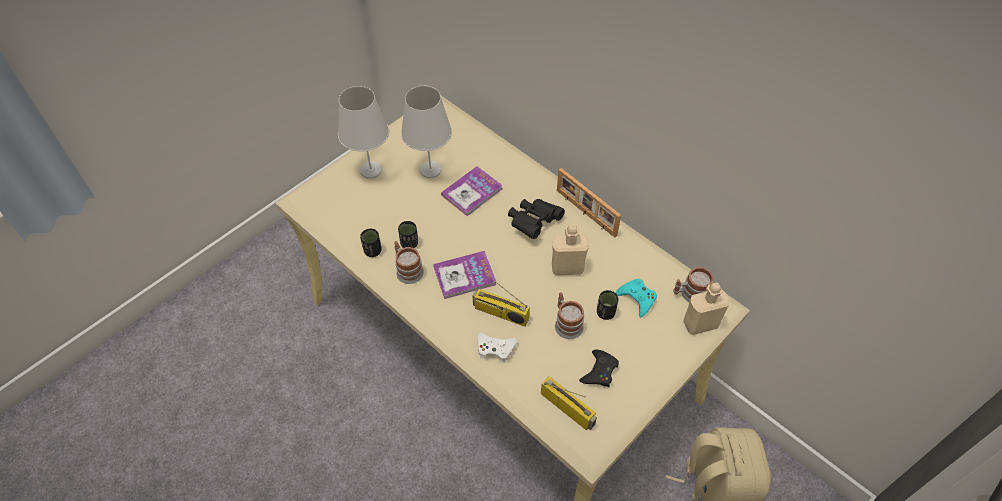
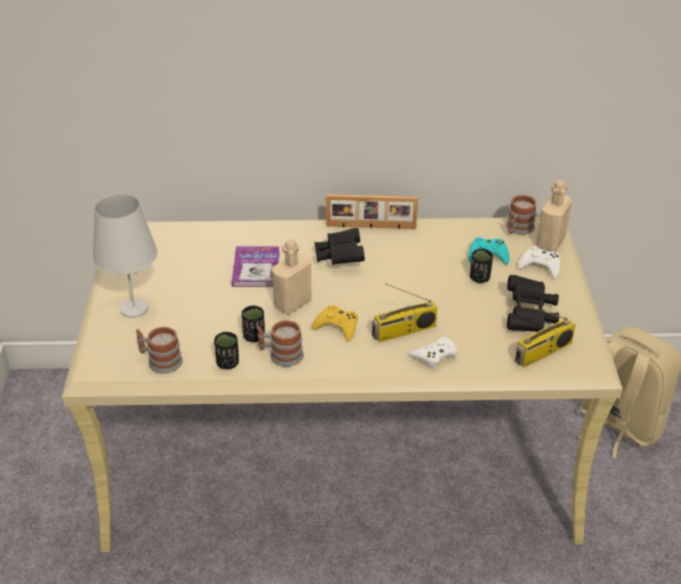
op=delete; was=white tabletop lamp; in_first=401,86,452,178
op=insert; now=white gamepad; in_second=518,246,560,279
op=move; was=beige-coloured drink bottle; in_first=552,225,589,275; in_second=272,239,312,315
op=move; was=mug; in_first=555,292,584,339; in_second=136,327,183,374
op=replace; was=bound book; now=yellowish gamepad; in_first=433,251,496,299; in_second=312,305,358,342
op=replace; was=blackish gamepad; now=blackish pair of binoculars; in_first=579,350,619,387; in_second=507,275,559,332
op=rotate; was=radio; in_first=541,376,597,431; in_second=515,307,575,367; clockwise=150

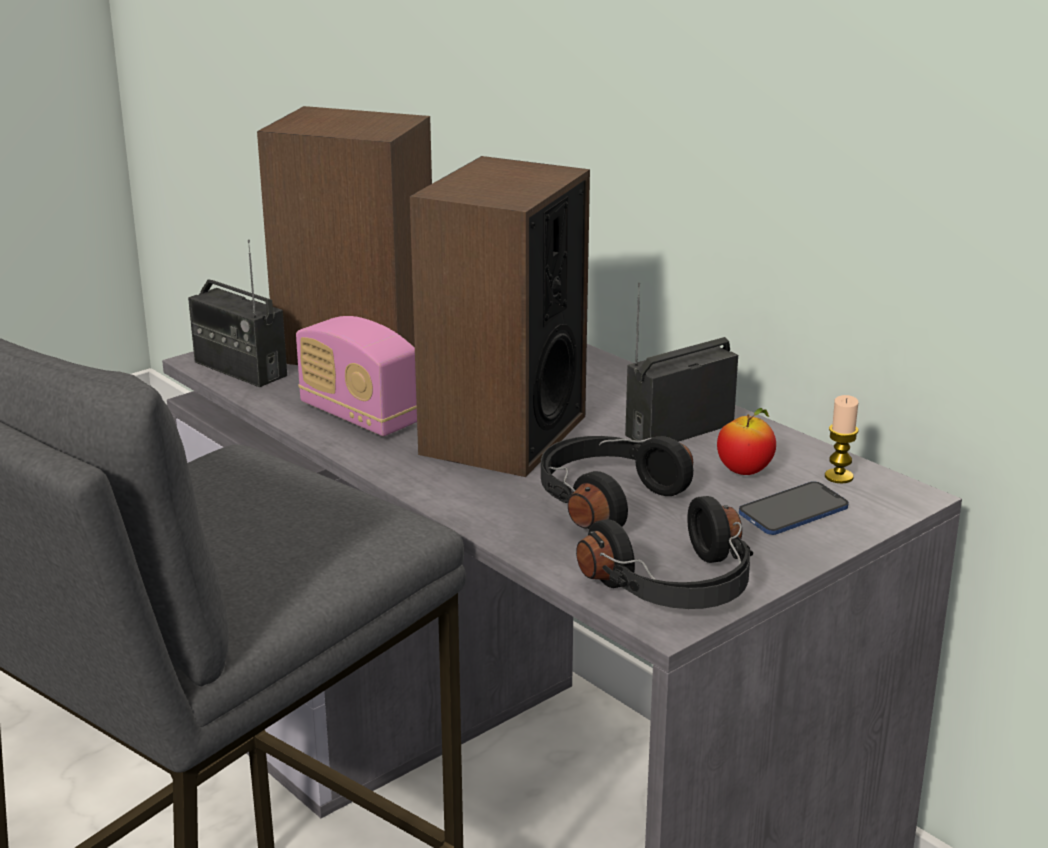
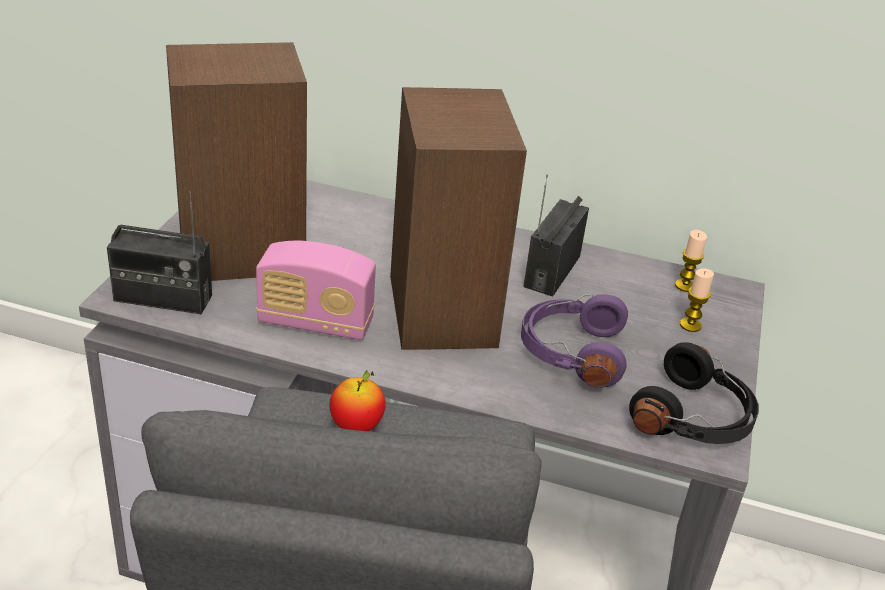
op=move; was=whole apple; in_first=717,408,776,475; in_second=330,370,386,431
op=replace; was=telephone; now=candle; in_first=739,481,849,535; in_second=680,268,714,332
op=recolor; was=blackish pair of headphones; now=purple-coloured pair of headphones; in_first=541,436,693,529; in_second=521,294,628,388

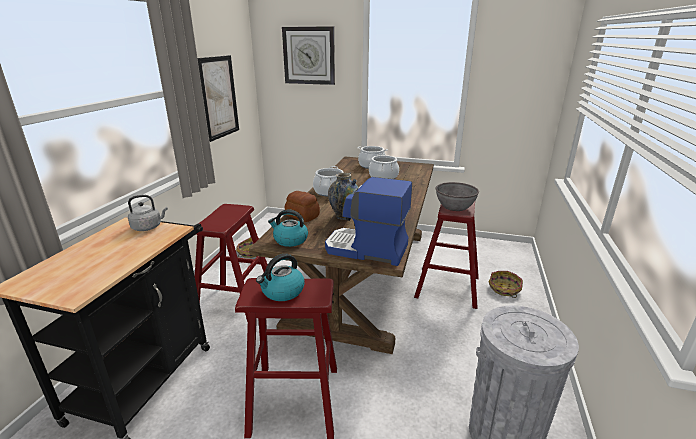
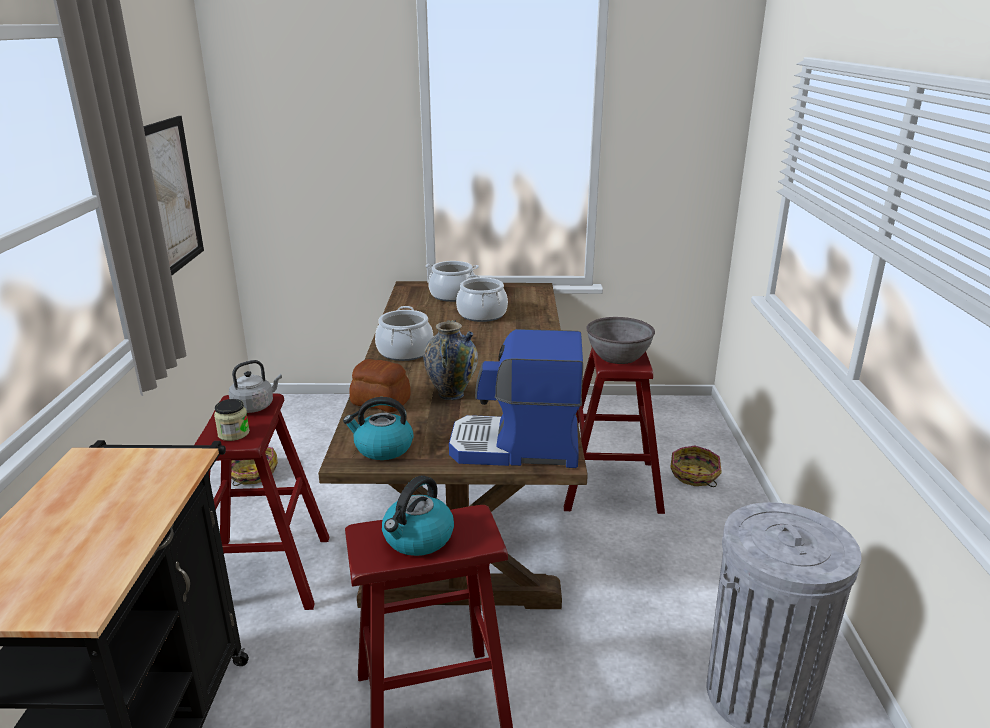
op=delete; was=wall clock; in_first=282,26,335,85
op=insert; now=storage jar; in_second=214,399,250,441
op=move; was=gray kettle; in_first=128,195,168,231; in_second=229,360,282,413

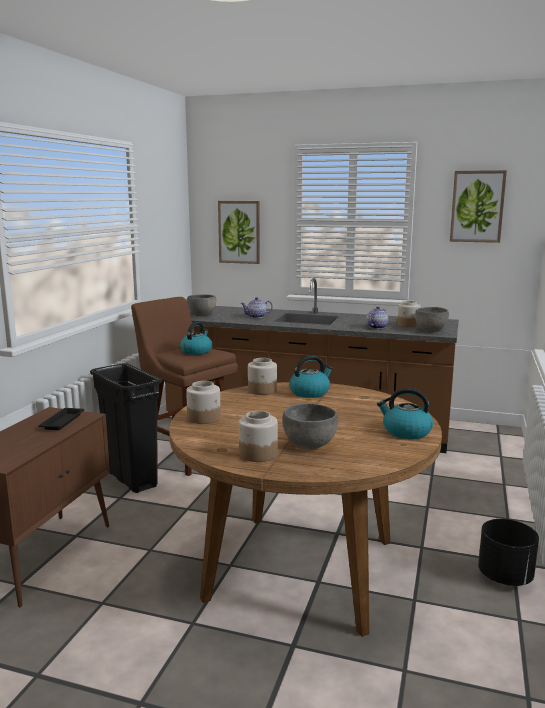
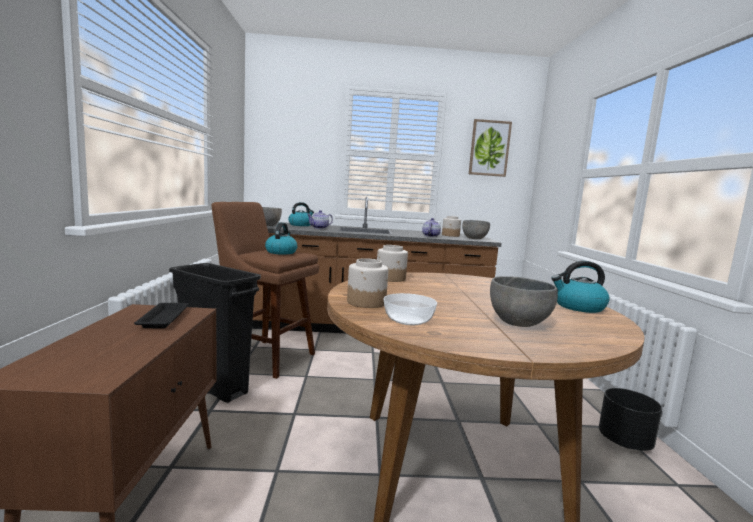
op=delete; was=wall picture; in_first=218,201,260,264
op=delete; was=storage jar; in_first=239,411,278,462
op=insert; now=bowl; in_second=384,293,437,325
op=move; was=kettle; in_first=289,355,333,398; in_second=288,202,314,226

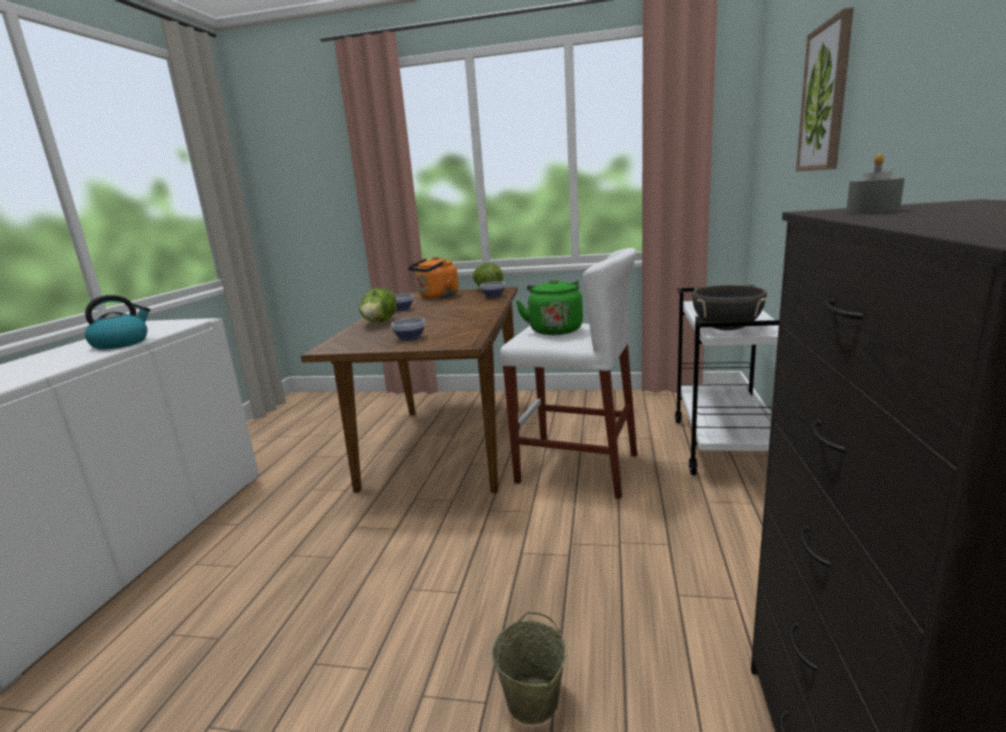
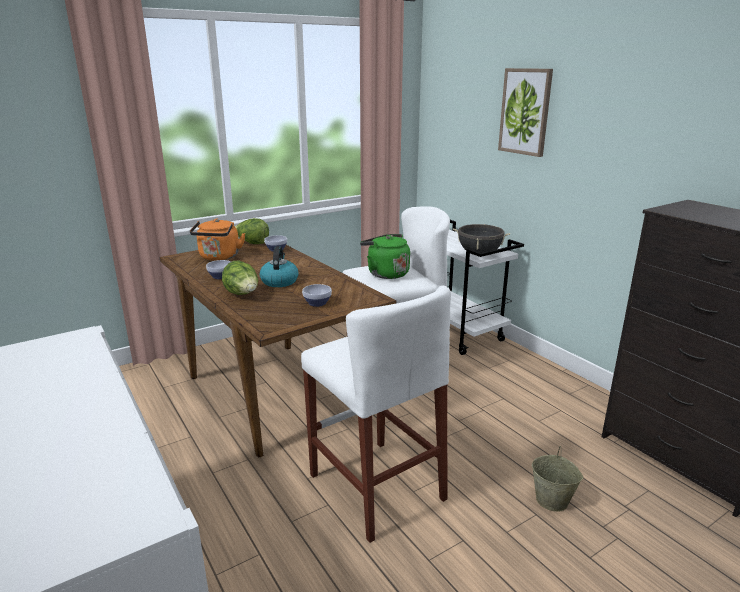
op=delete; was=gray candle; in_first=846,153,905,213
op=insert; now=white stool; in_second=301,286,451,543
op=move; was=kettle; in_first=85,295,150,350; in_second=260,246,298,287

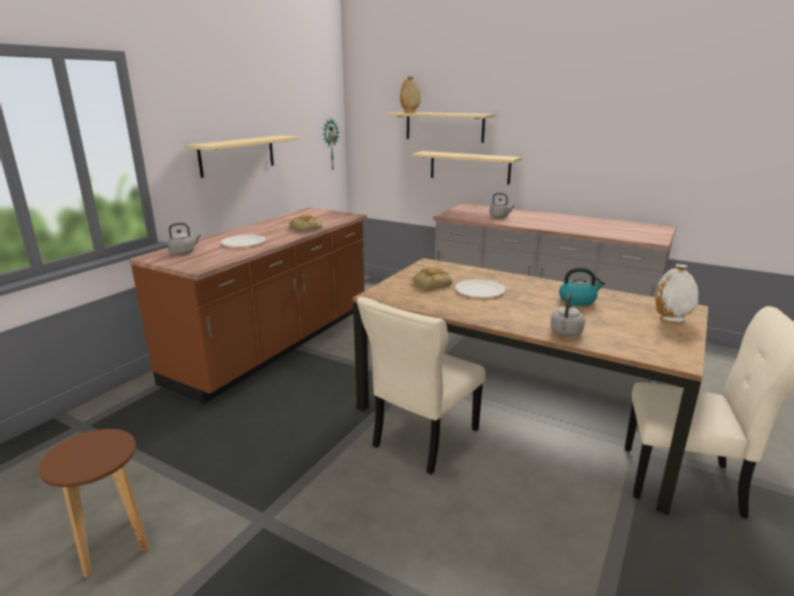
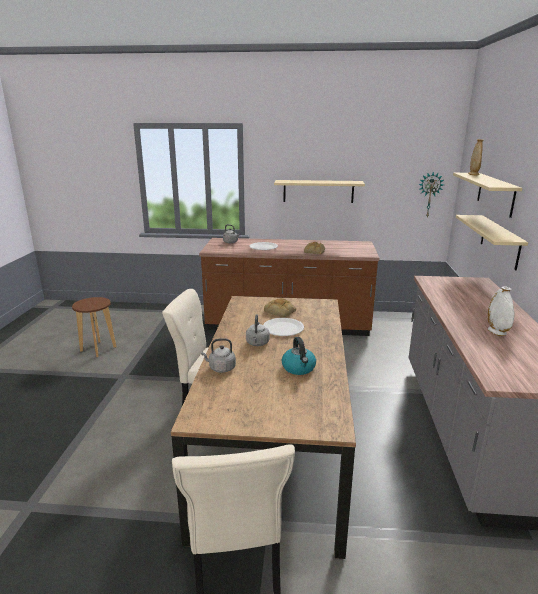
op=move; was=gray kettle; in_first=490,193,515,218; in_second=246,314,270,346
op=move; was=white vase; in_first=655,264,699,323; in_second=488,286,515,336

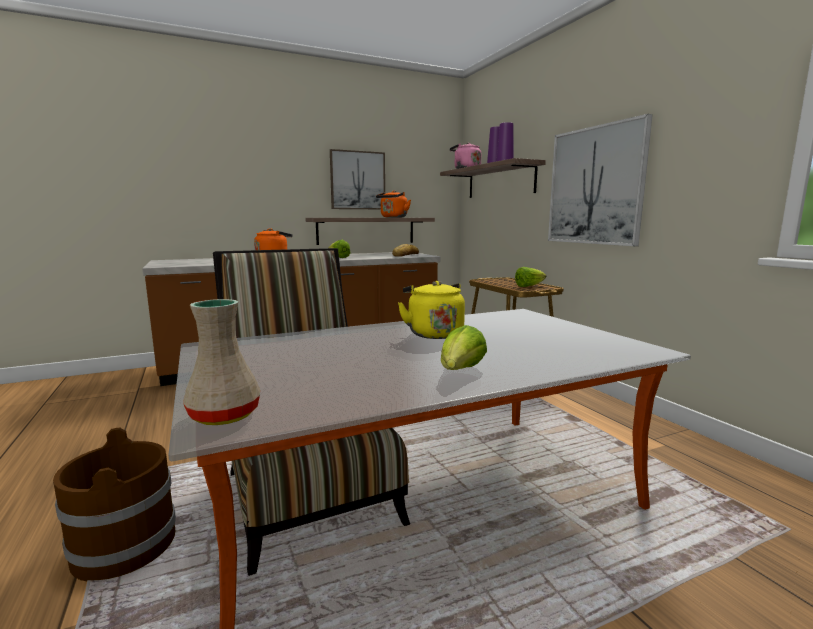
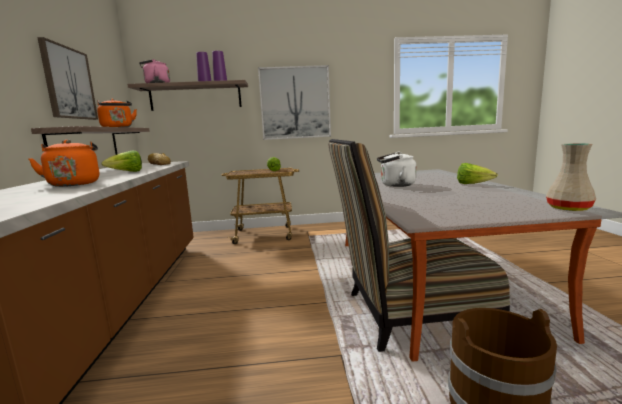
op=recolor; was=yellowish kettle; now=white kettle; in_first=398,281,465,339; in_second=377,152,416,187

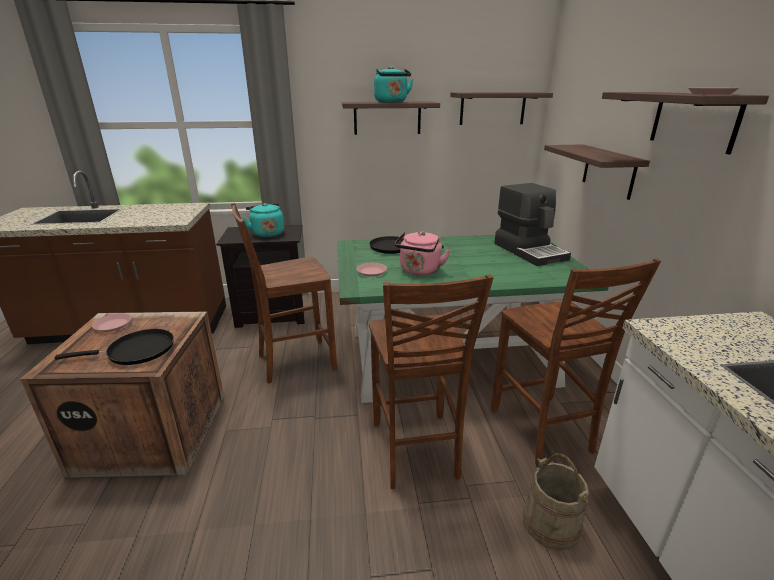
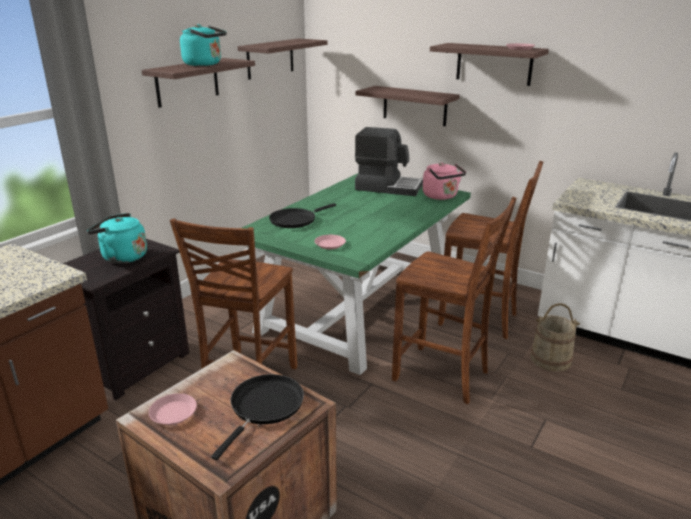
op=move; was=pinkish kettle; in_first=395,231,450,275; in_second=423,163,466,200

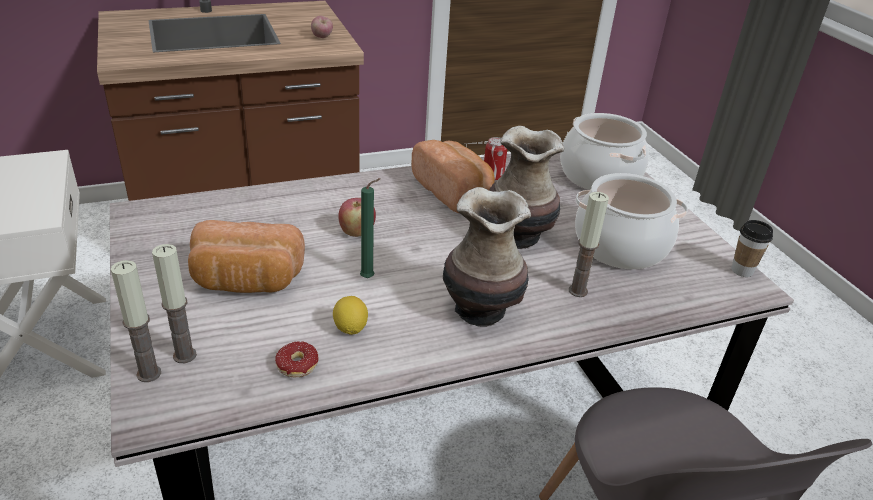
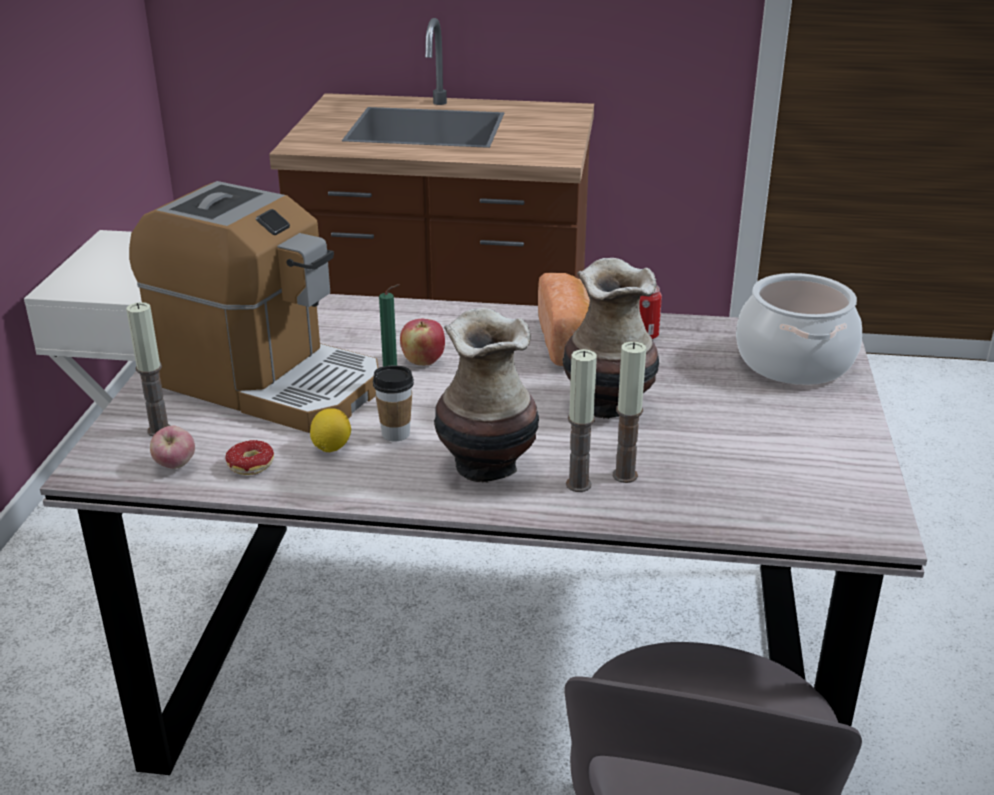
op=delete; was=stockpot; in_first=575,173,688,269
op=move; was=candle; in_first=111,260,161,382; in_second=566,349,597,492
op=move; was=whole apple; in_first=311,16,333,38; in_second=150,426,195,469
op=move; was=cup; in_first=731,220,773,277; in_second=373,365,414,441
op=replace; was=bakery bread; now=coffee brewer; in_first=188,220,305,293; in_second=129,181,378,433

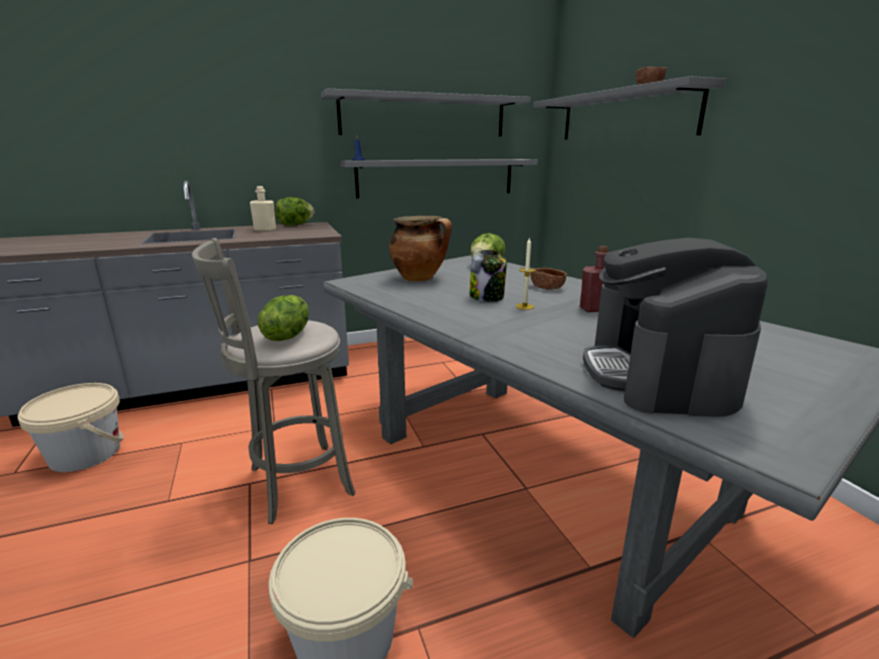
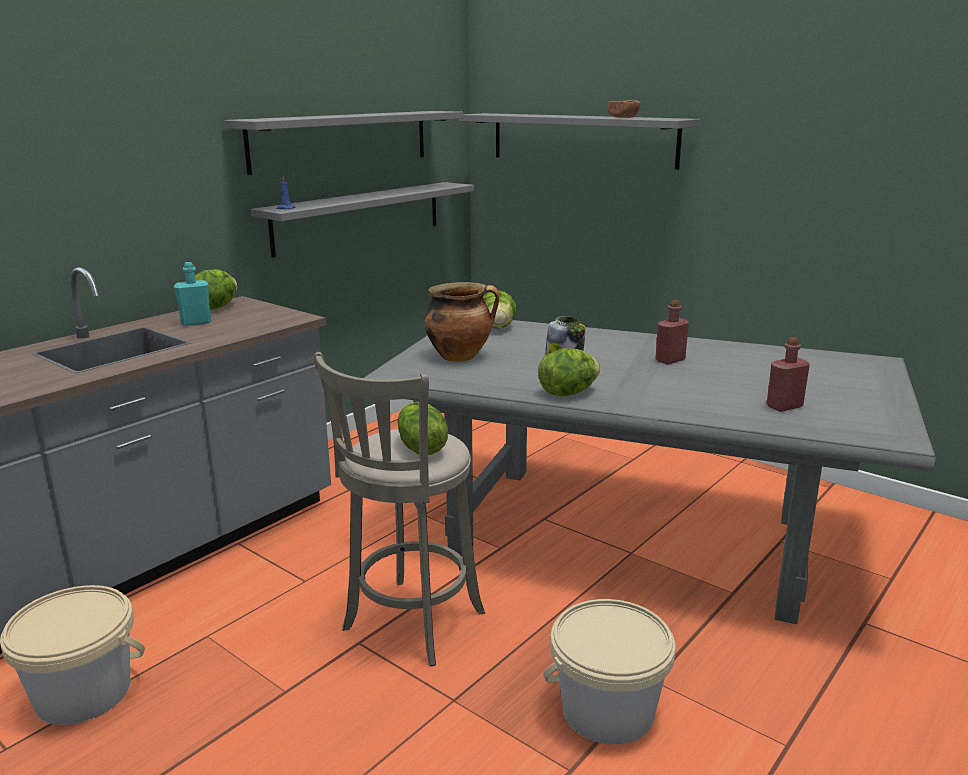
op=delete; was=candle; in_first=516,237,535,310
op=delete; was=brown bowl; in_first=530,268,567,290
op=insert; now=lettuce; in_second=538,348,600,396
op=replace; was=coffee brewer; now=red-coloured drink bottle; in_first=583,238,768,417; in_second=767,337,810,412
op=recolor; was=beige-coloured drink bottle; now=blue-green drink bottle; in_first=250,186,276,231; in_second=174,262,211,326

